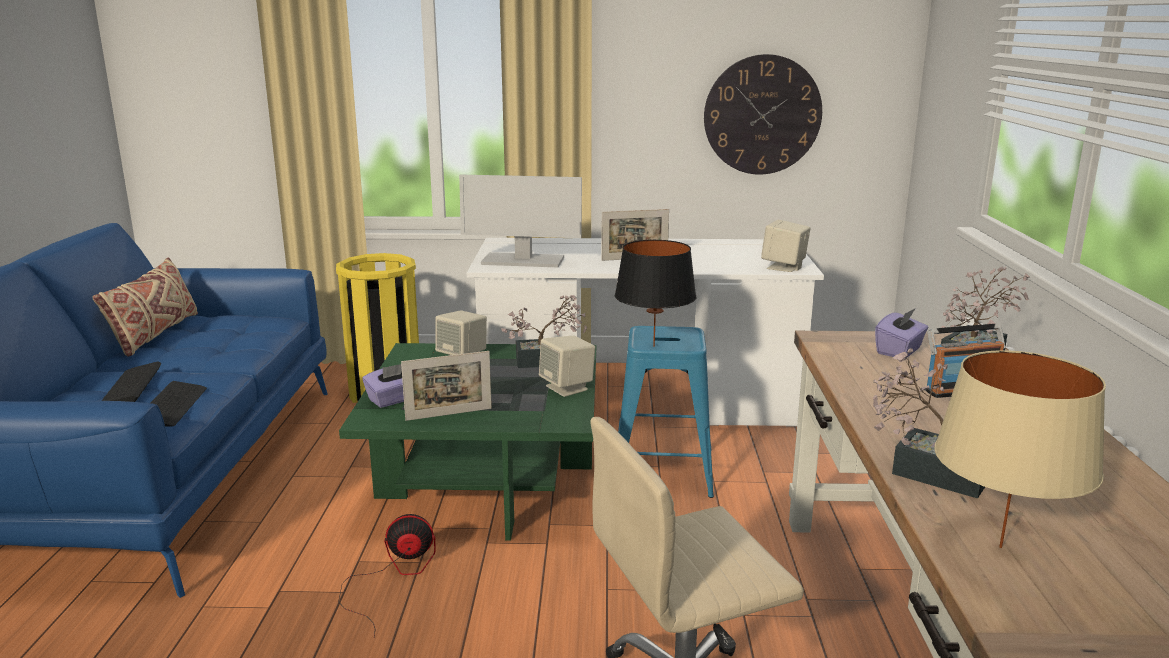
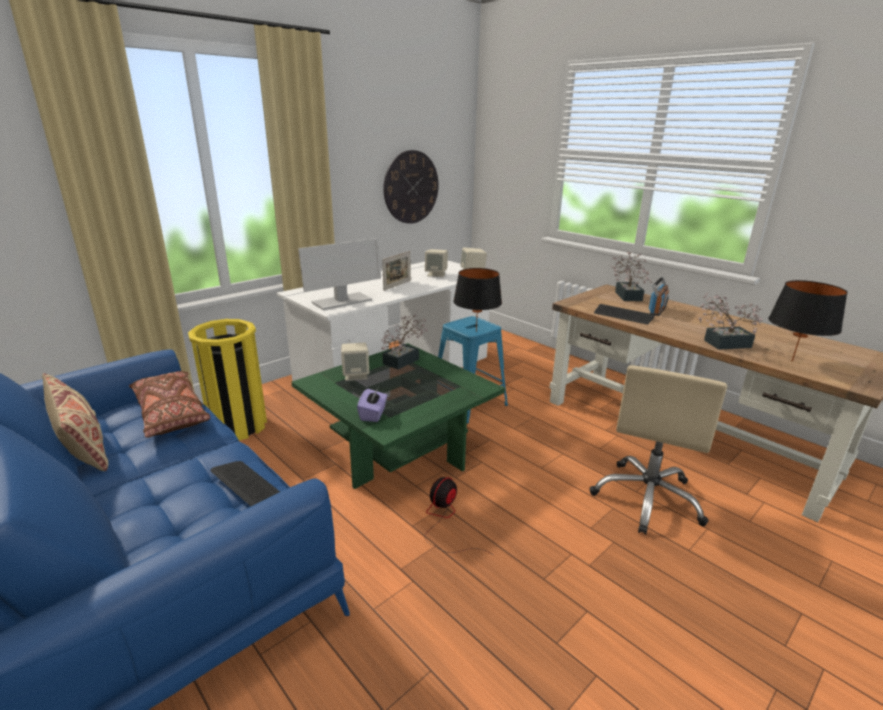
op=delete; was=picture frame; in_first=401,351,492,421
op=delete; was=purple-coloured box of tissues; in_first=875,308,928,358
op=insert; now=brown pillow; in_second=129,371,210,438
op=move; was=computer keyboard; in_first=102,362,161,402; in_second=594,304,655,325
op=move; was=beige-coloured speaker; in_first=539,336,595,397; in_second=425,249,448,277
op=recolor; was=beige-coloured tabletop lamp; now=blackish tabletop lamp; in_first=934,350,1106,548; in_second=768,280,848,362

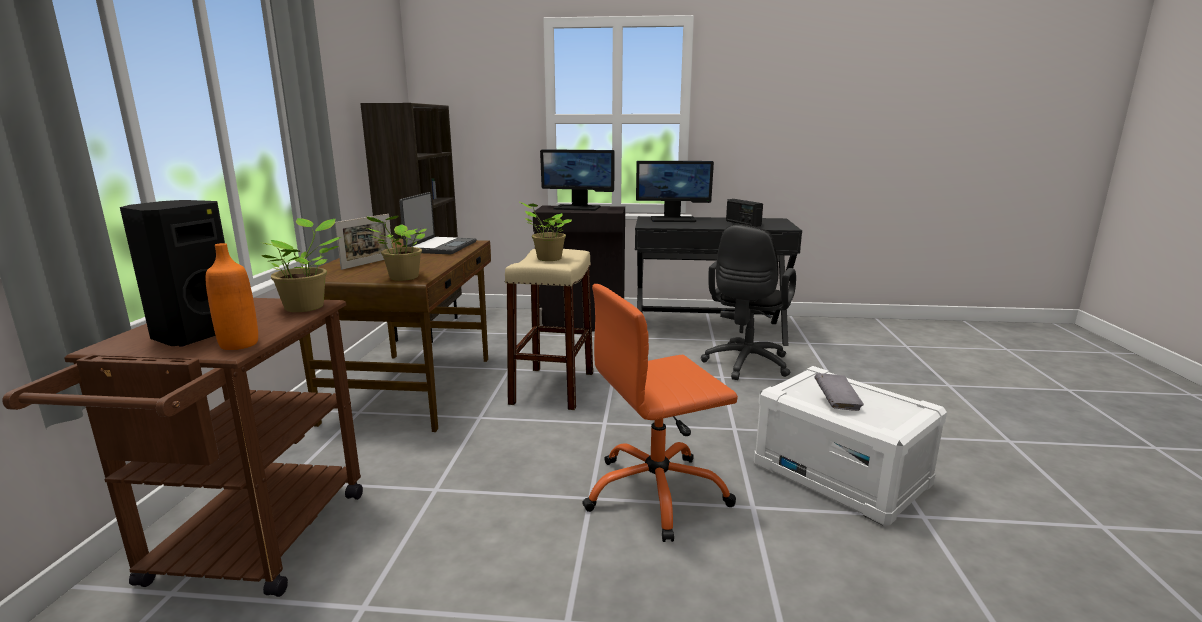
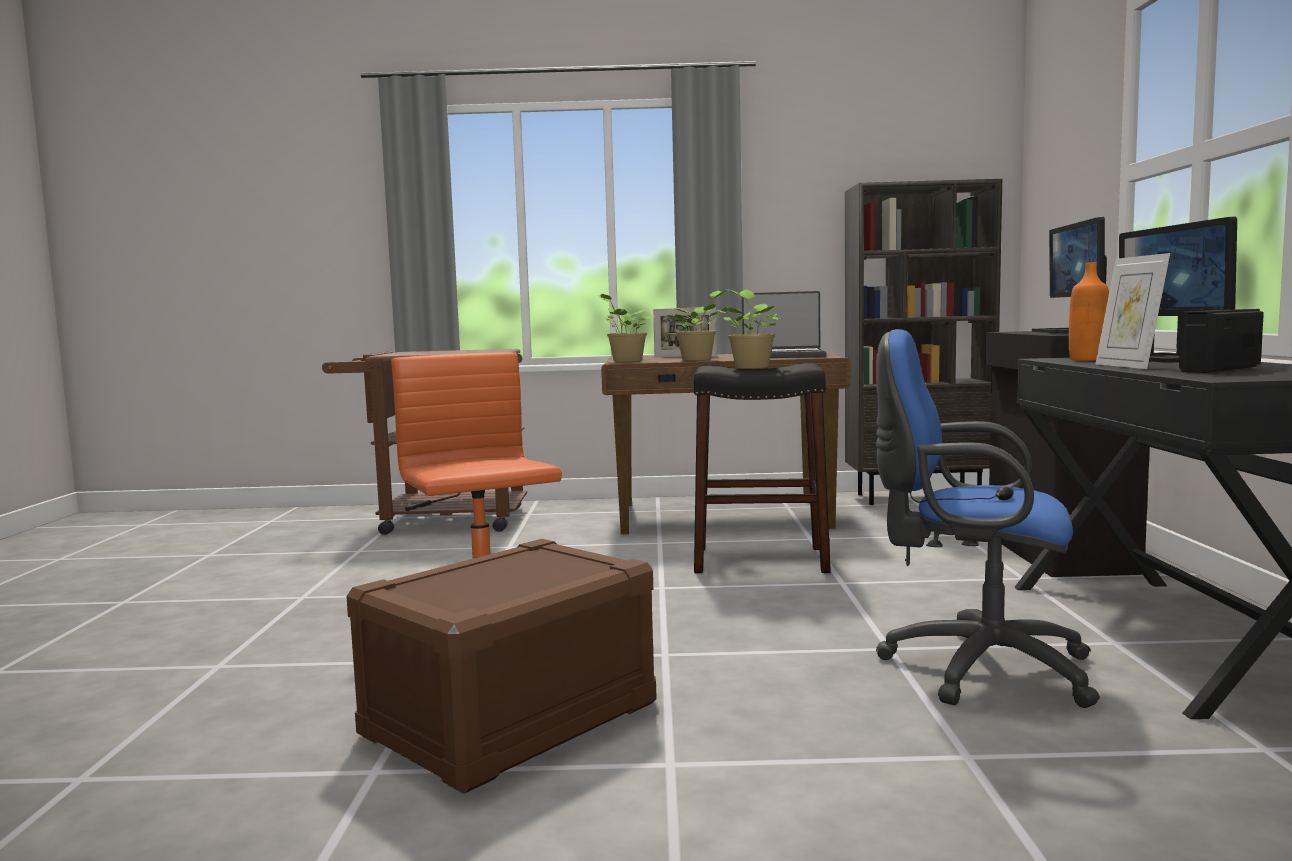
op=delete; was=blackish speaker; in_first=120,200,225,347
op=delete; was=gray bound book; in_first=814,373,864,411
op=insert; now=picture frame; in_second=1095,253,1170,369
op=move; was=orange-coloured drink bottle; in_first=205,243,258,350; in_second=1069,262,1109,361
op=move; was=plant in a pot; in_first=262,218,341,312; in_second=666,290,726,361
op=recolor; was=beige-coloured stool; now=blackish stool; in_first=505,249,593,410; in_second=694,363,831,573
op=recolor; was=blackish desk chair; now=blue-coloured desk chair; in_first=701,224,796,380; in_second=876,329,1100,708
op=recolor; was=white storage box; now=brown storage box; in_first=754,366,947,527; in_second=346,539,657,794

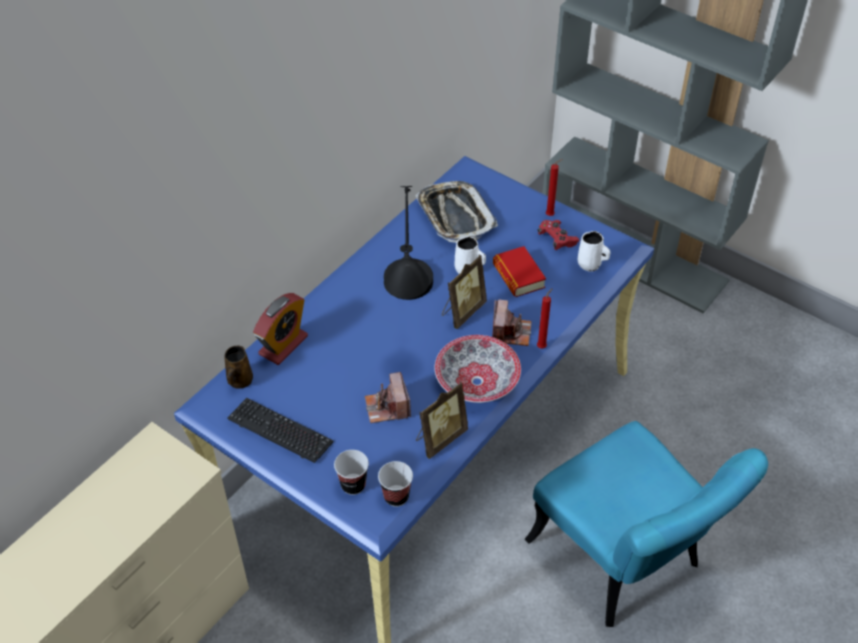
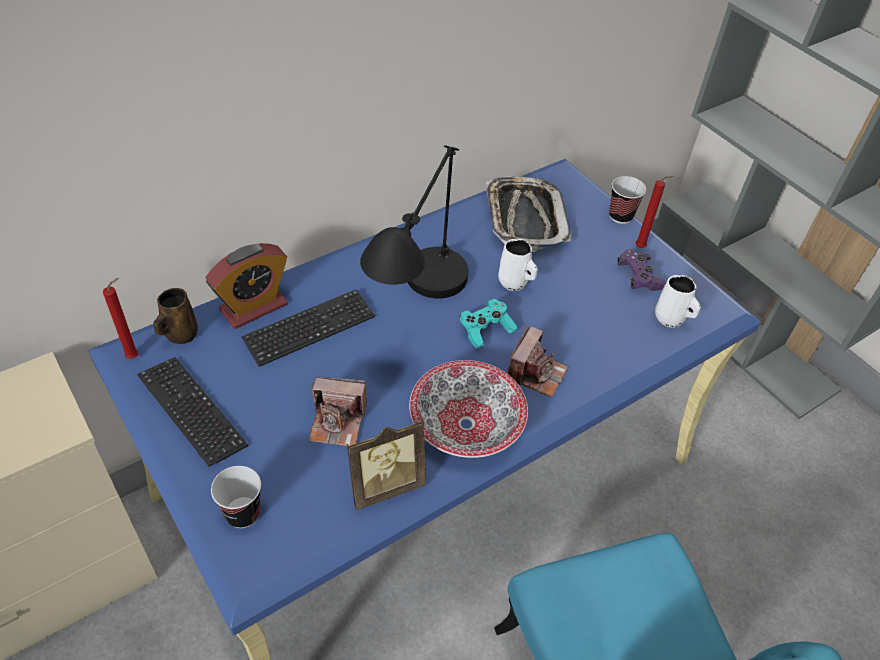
op=delete; was=bound book; in_first=493,246,546,297
op=insert; now=computer keyboard; in_second=241,289,375,367
op=move; was=cup; in_first=378,461,413,507; in_second=609,176,646,224
op=move; was=red-coloured candle; in_first=537,288,553,348; in_second=103,278,138,359
op=replace; was=picture frame; now=blue-green gamepad; in_first=442,255,487,329; in_second=460,299,517,349
op=recolor; was=red-coloured gamepad; now=purple-coloured gamepad; in_first=538,220,579,250; in_second=617,249,666,291
op=rotate; was=photo camera; in_first=365,372,411,423; in_second=309,377,367,446; clockwise=-90

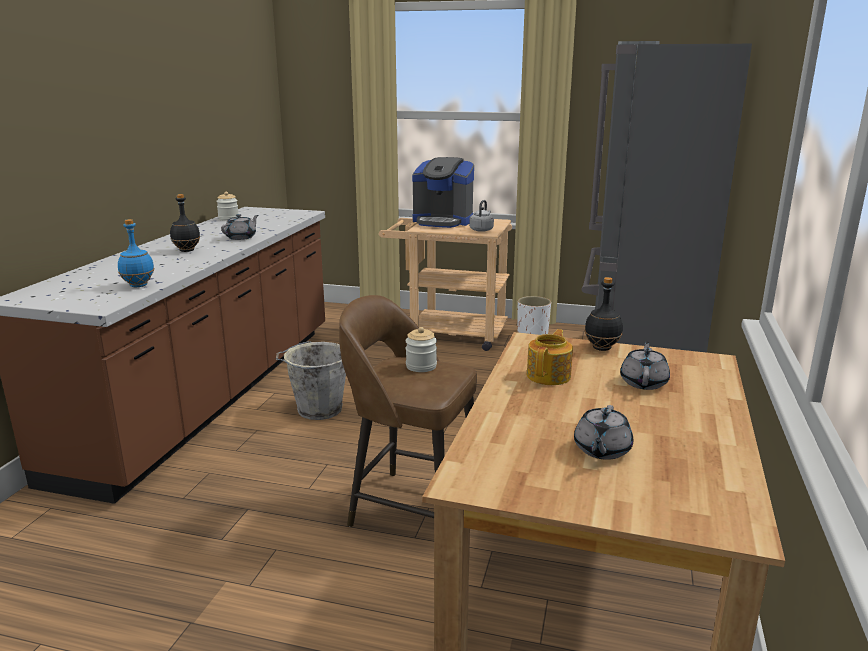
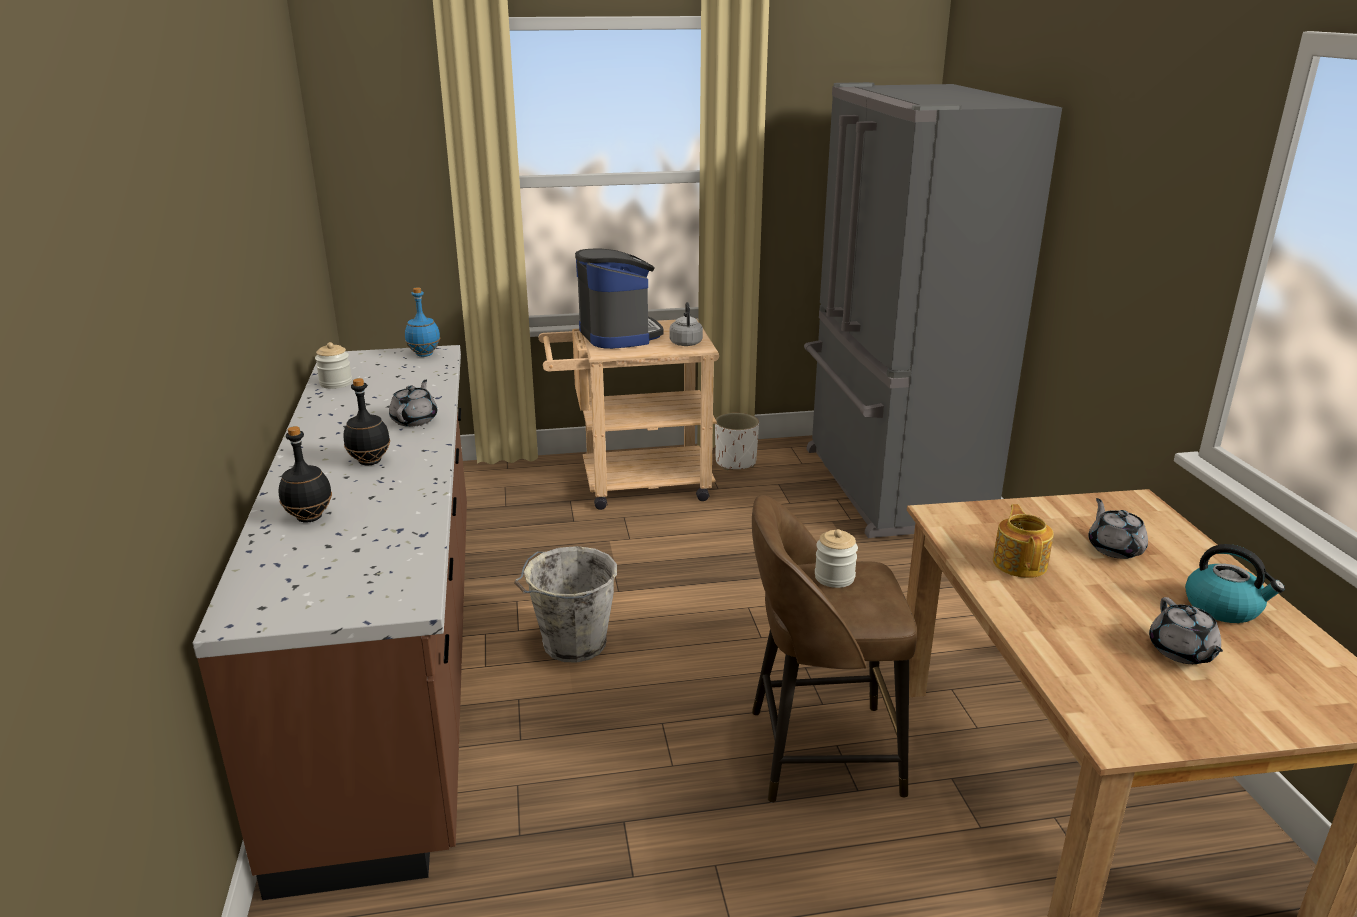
op=insert; now=kettle; in_second=1185,544,1285,623
op=move; was=blue-coloured drink bottle; in_first=118,219,154,287; in_second=405,287,440,357
op=move; was=blackish drink bottle; in_first=585,277,623,351; in_second=279,426,332,522
op=rotate; was=coffee brewer; in_first=412,157,474,228; in_second=575,249,664,349; clockwise=-105

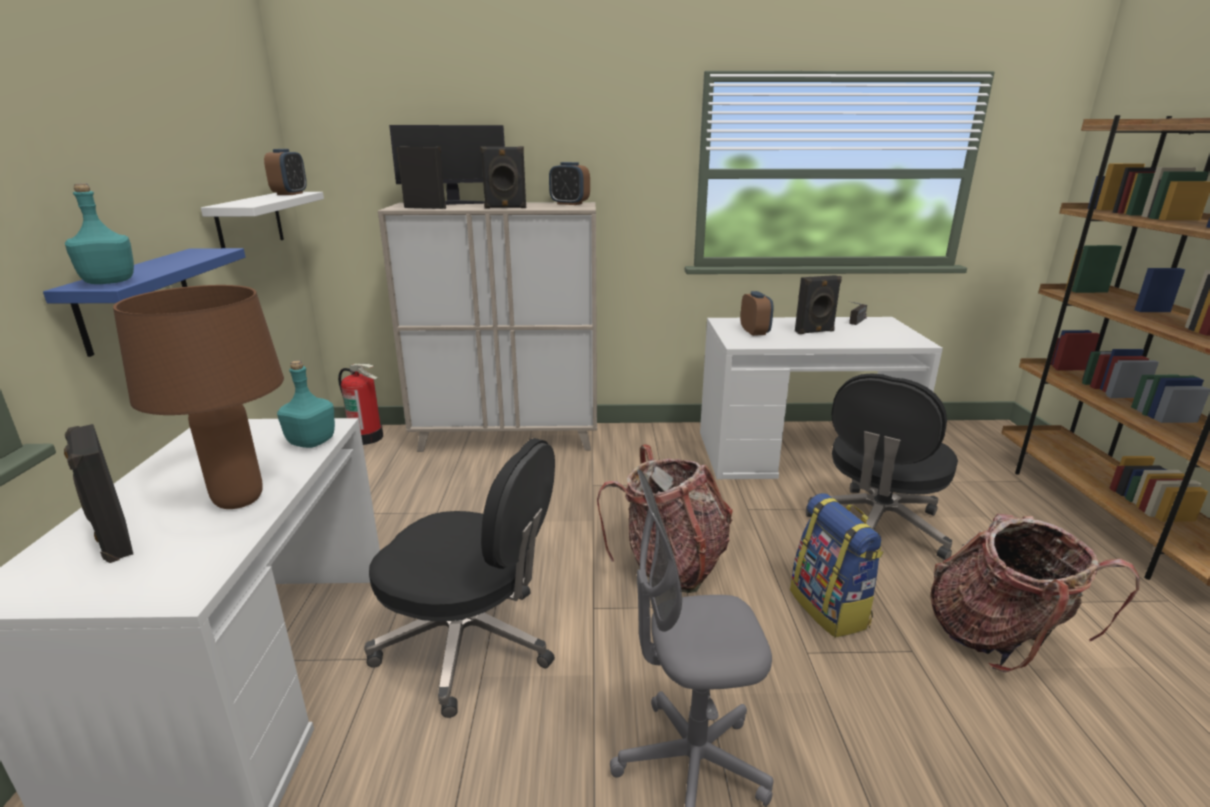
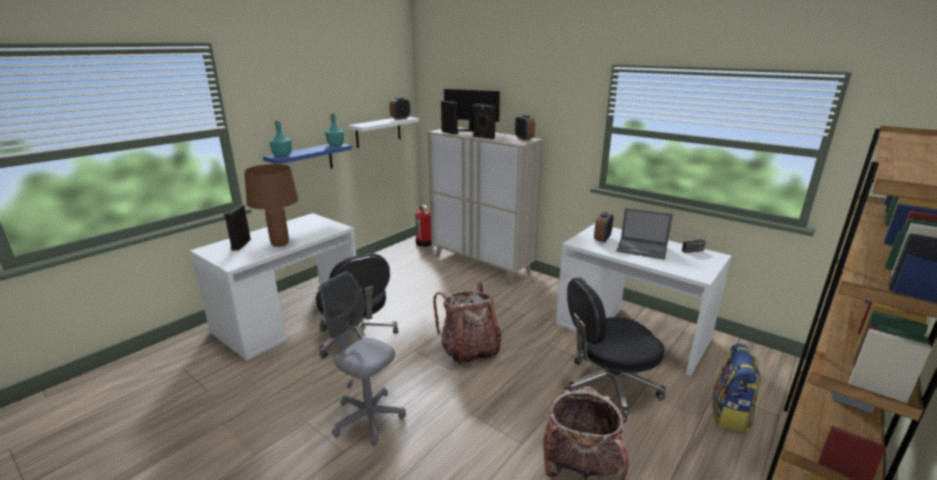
op=move; was=blue-green drink bottle; in_first=277,360,335,448; in_second=325,113,344,146
op=move; was=backpack; in_first=790,493,883,638; in_second=712,344,761,433
op=replace; was=blackish speaker; now=notebook computer; in_first=795,275,842,334; in_second=616,208,673,260

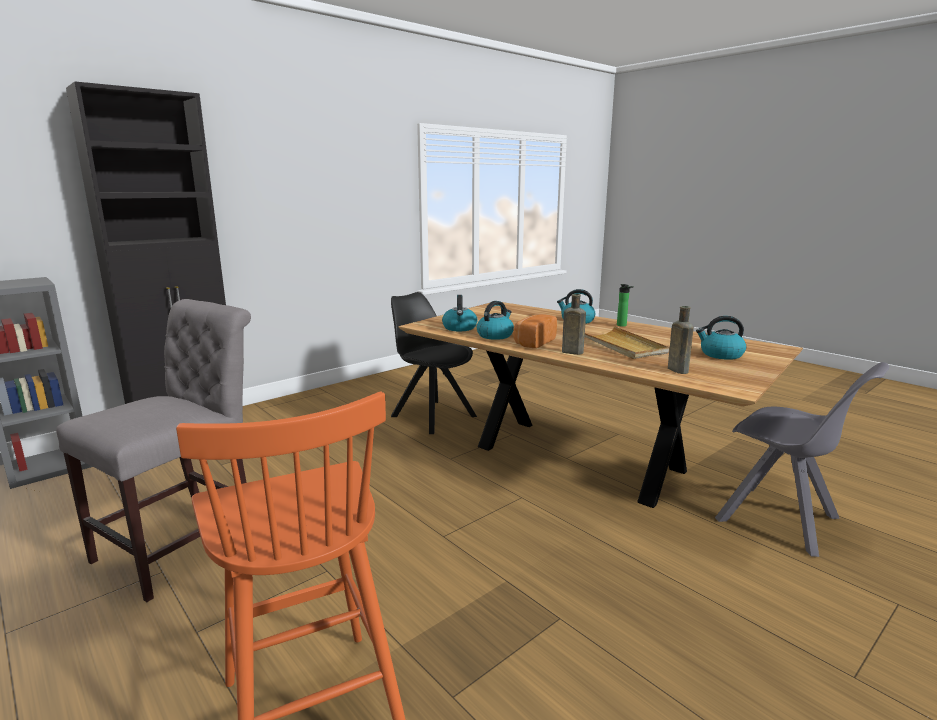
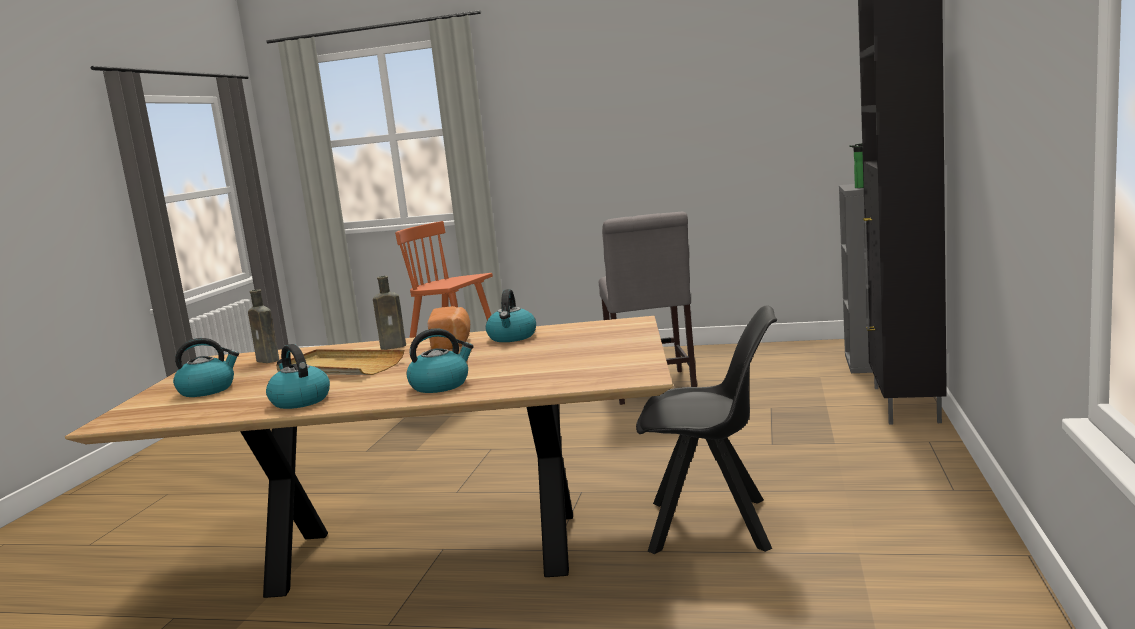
op=delete; was=gray chair; in_first=715,362,889,557
op=move; was=kettle; in_first=442,295,477,331; in_second=266,344,330,409
op=move; was=drink bottle; in_first=617,284,634,327; in_second=849,143,864,188

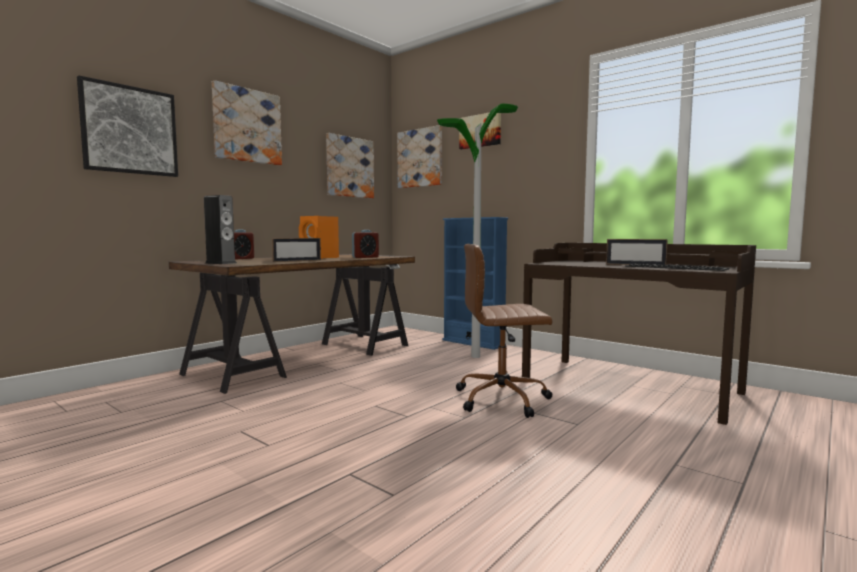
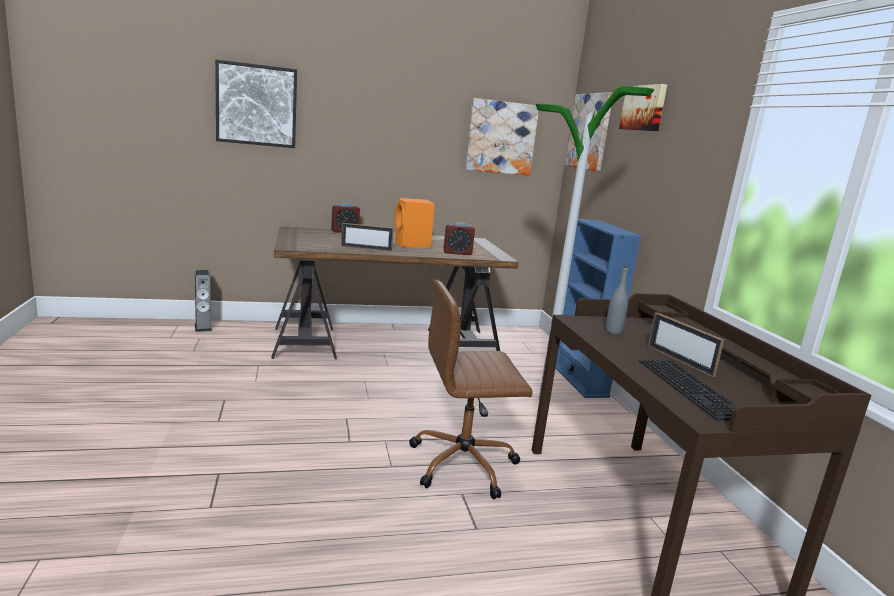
op=delete; was=wall picture; in_first=212,80,282,165
op=insert; now=gray drink bottle; in_second=605,265,629,334
op=move; was=speaker; in_first=204,195,237,264; in_second=195,270,212,332
op=rotate; was=brown desk chair; in_first=456,244,552,418; in_second=409,279,533,499; clockwise=-45

